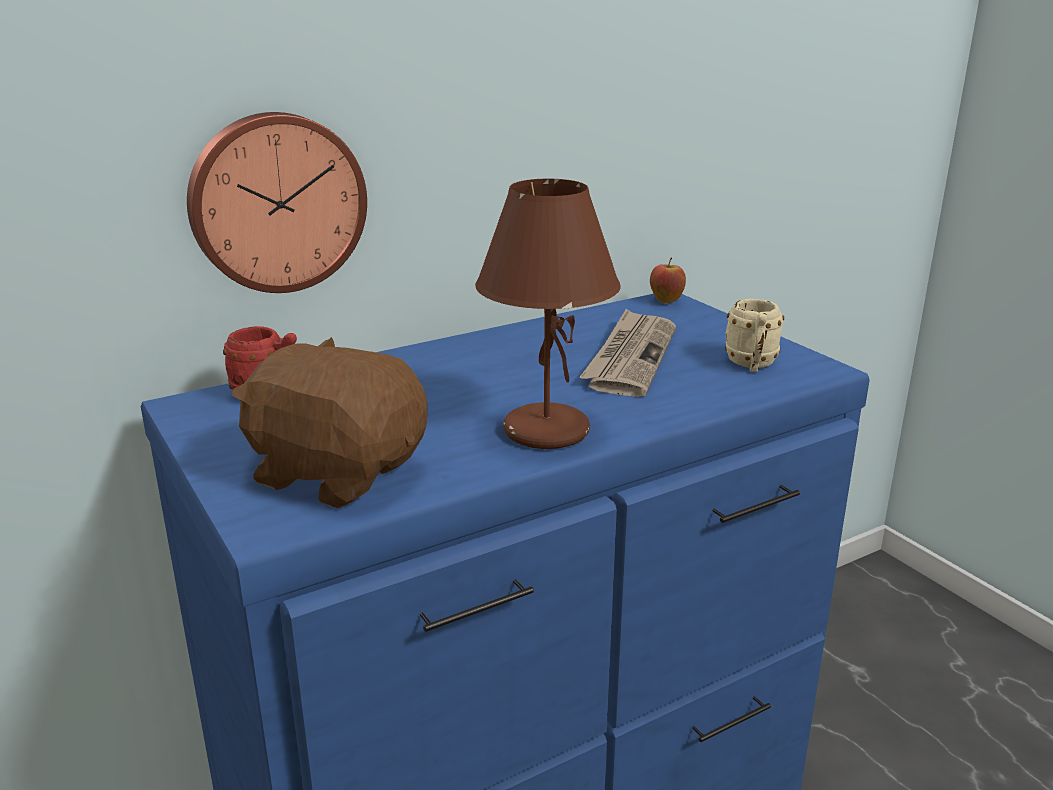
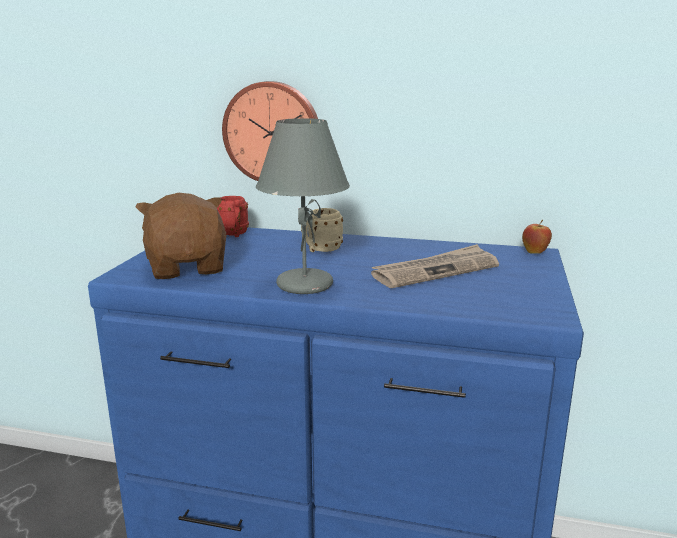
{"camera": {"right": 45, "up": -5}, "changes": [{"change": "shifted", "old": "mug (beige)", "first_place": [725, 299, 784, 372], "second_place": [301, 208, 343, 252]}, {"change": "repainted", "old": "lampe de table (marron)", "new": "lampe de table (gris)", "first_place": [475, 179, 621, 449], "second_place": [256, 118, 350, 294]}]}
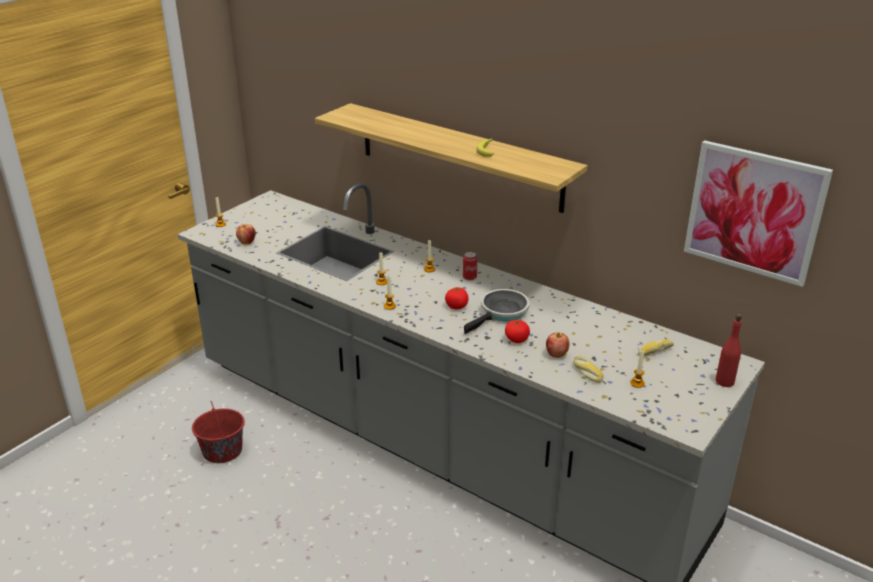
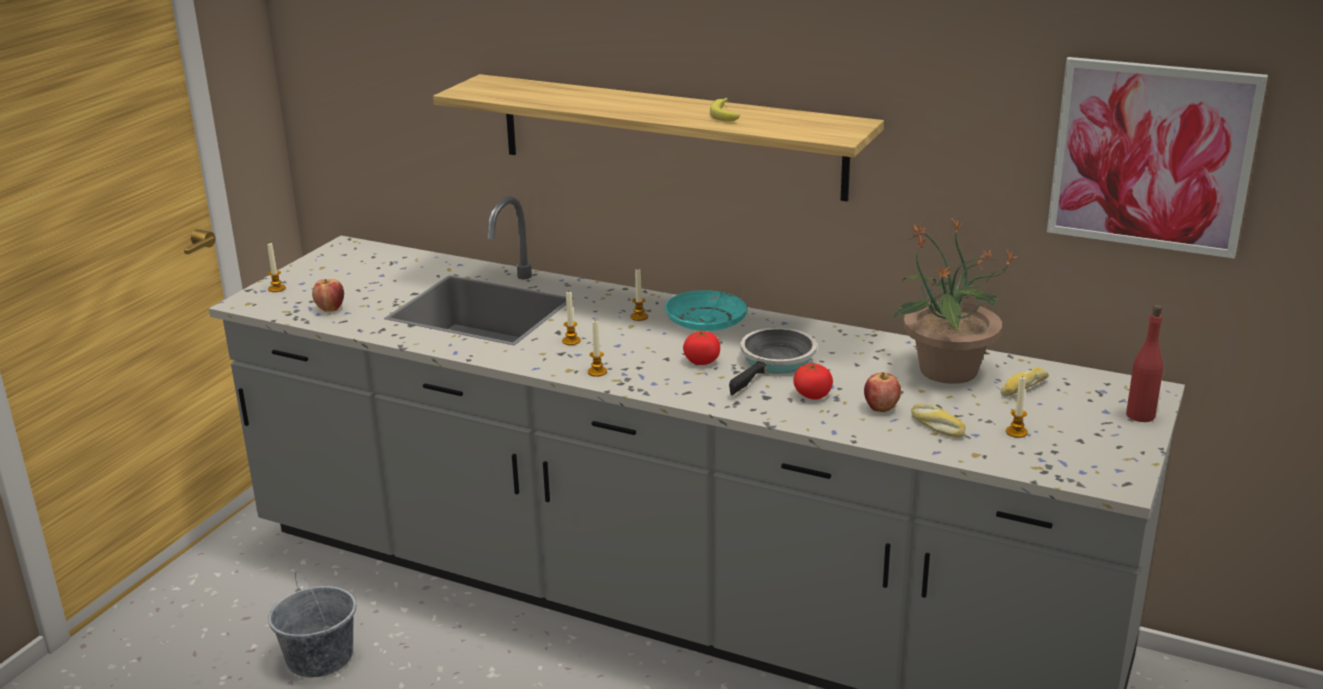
{"camera": {"right": -10, "up": -5}, "changes": [{"change": "new", "new": "plante en pot", "second_place": [892, 219, 1018, 384]}, {"change": "swapped", "old": "boîte métallique", "new": "assiette (turquoise)", "first_place": [463, 252, 477, 280], "second_place": [665, 290, 747, 331]}, {"change": "repainted", "old": "seau (rouge)", "new": "seau (gris)", "first_place": [192, 401, 245, 463], "second_place": [268, 571, 356, 677]}]}
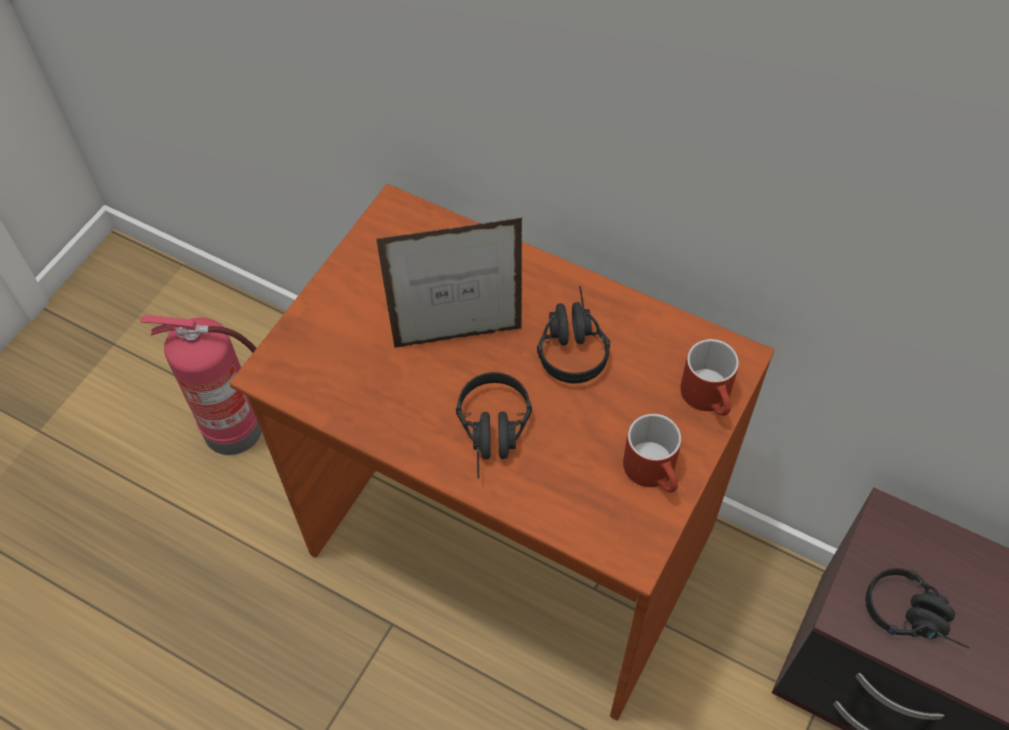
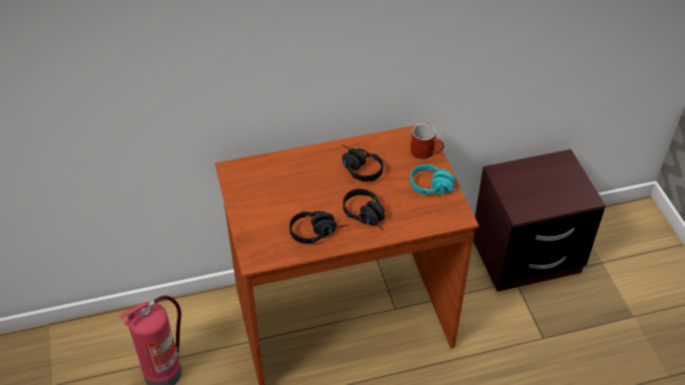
{"camera": {"right": -45, "up": -10}, "changes": [{"change": "gone", "old": "cadre photo", "first_place": [376, 217, 523, 348]}, {"change": "shifted", "old": "casque audio (noir)", "first_place": [865, 568, 969, 649], "second_place": [289, 211, 349, 244]}, {"change": "swapped", "old": "mug (rouge)", "new": "casque audio (turquoise)", "first_place": [623, 413, 682, 493], "second_place": [410, 165, 465, 195]}]}
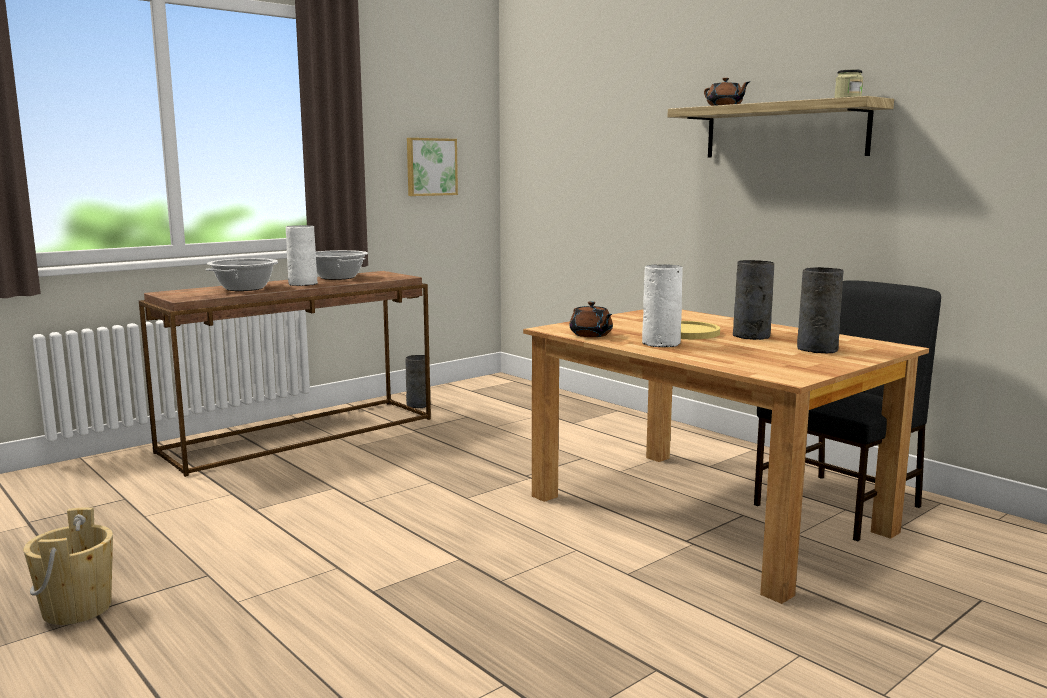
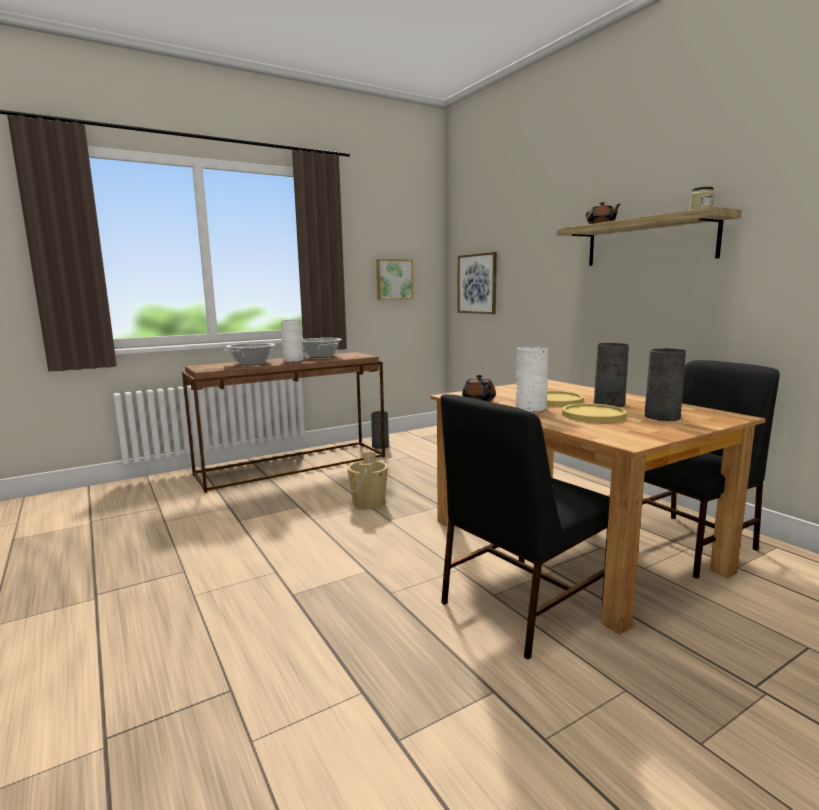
{"camera": {"right": 10, "up": 0}, "changes": [{"change": "new", "new": "chaise (noir)", "second_place": [441, 394, 610, 660]}, {"change": "new", "new": "tableau", "second_place": [457, 252, 497, 314]}, {"change": "new", "new": "assiette (jaune)", "second_place": [562, 403, 627, 423]}, {"change": "shifted", "old": "seau (beige)", "first_place": [23, 507, 113, 625], "second_place": [347, 451, 388, 509]}]}
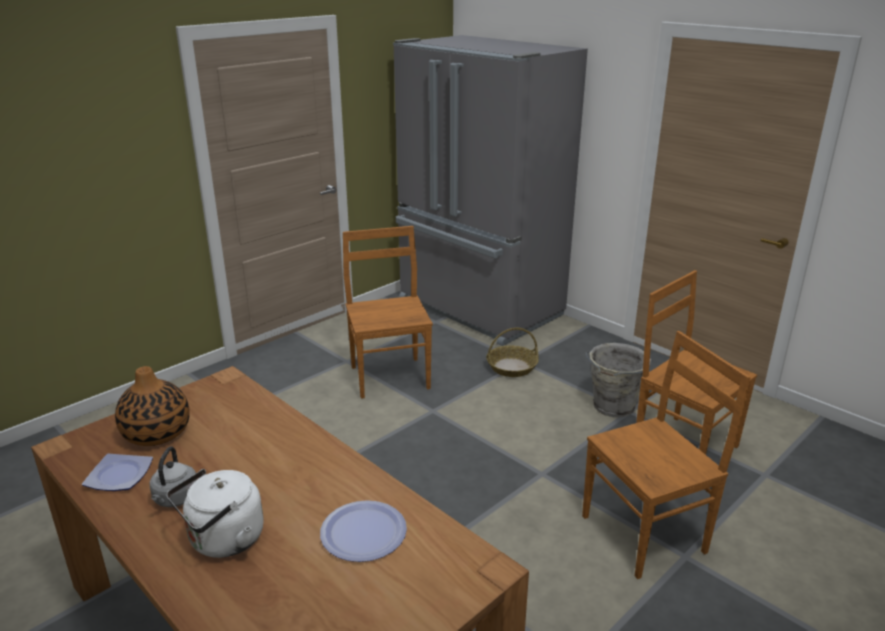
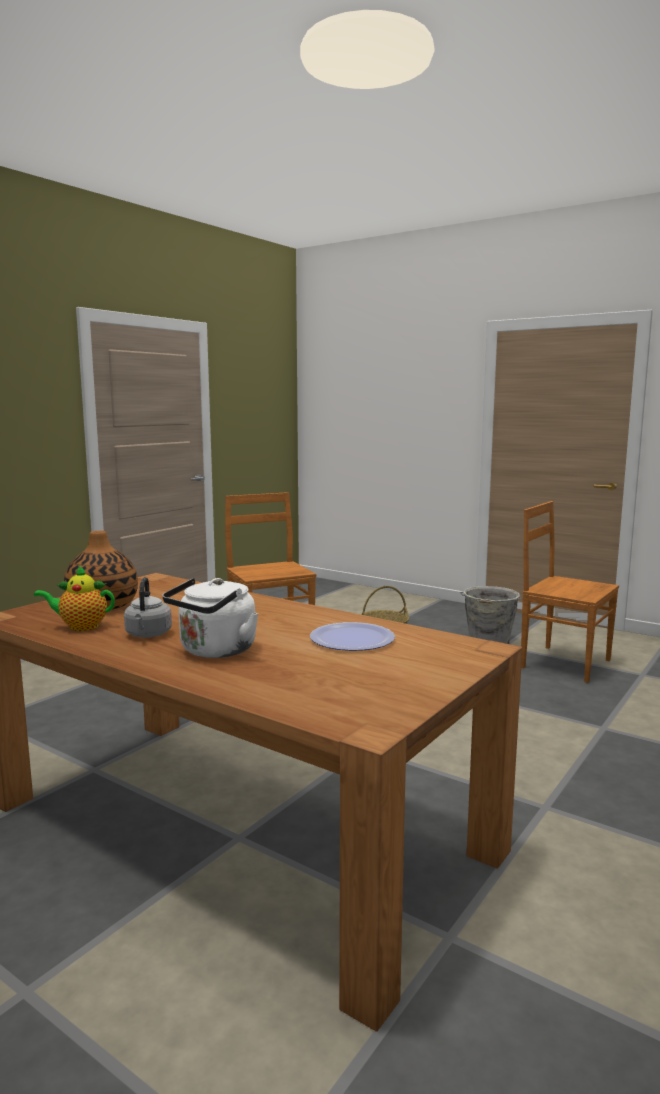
{"camera": {"right": -10, "up": -15}, "changes": [{"change": "gone", "old": "réfrigérateur (gris)", "first_place": [393, 35, 588, 346]}, {"change": "gone", "old": "chaise (marron)", "first_place": [582, 331, 751, 579]}, {"change": "swapped", "old": "assiette", "new": "théière", "first_place": [82, 453, 153, 491], "second_place": [34, 565, 115, 631]}]}
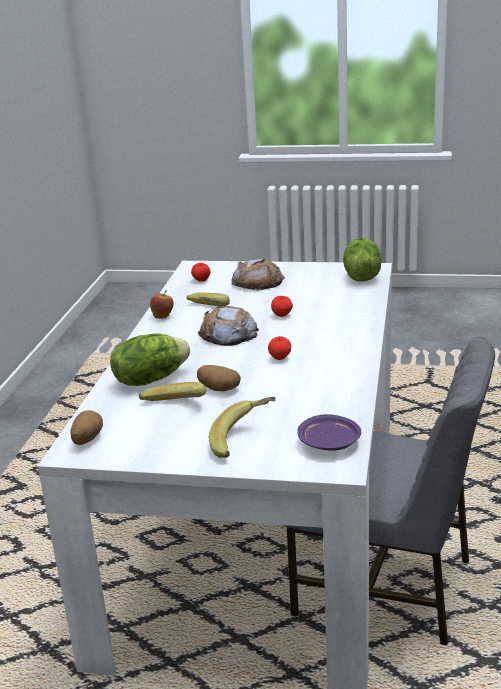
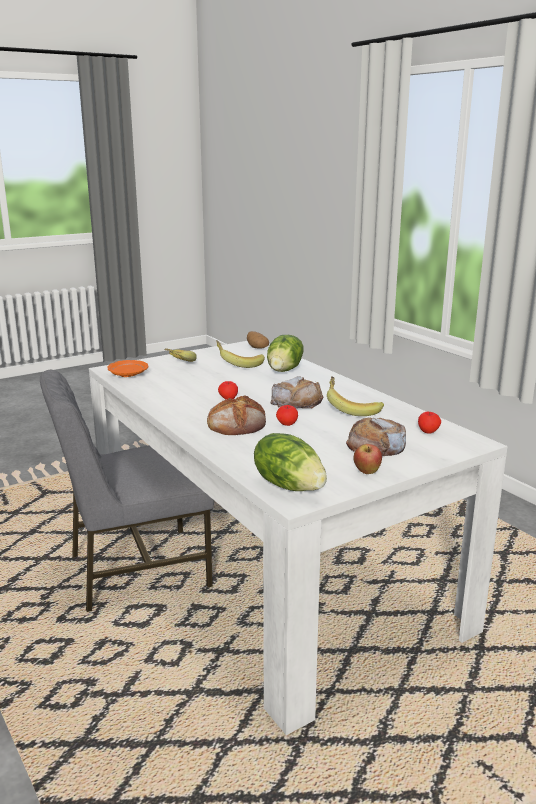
{"camera": {"right": 135, "up": -5}, "changes": [{"change": "gone", "old": "pomme de terre", "first_place": [197, 365, 241, 391]}, {"change": "new", "new": "pain", "second_place": [207, 396, 266, 435]}, {"change": "shifted", "old": "pomme", "first_place": [150, 290, 174, 319], "second_place": [354, 444, 382, 474]}, {"change": "repainted", "old": "assiette (violet)", "new": "assiette (orange)", "first_place": [297, 414, 361, 451], "second_place": [107, 360, 148, 377]}]}
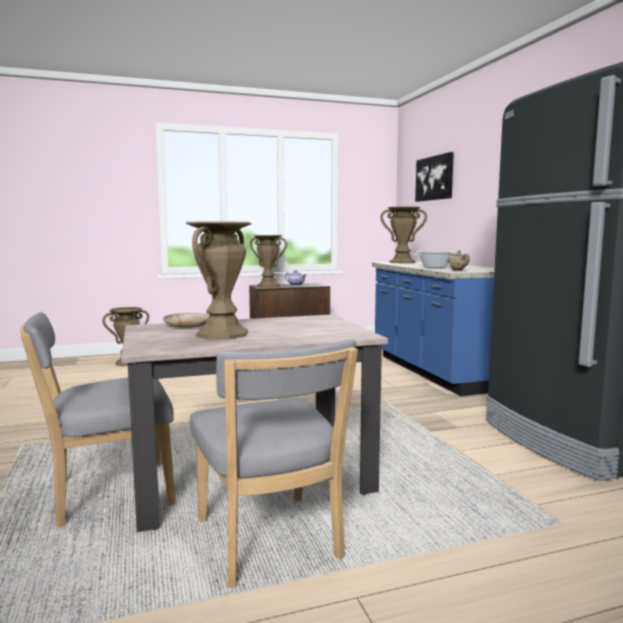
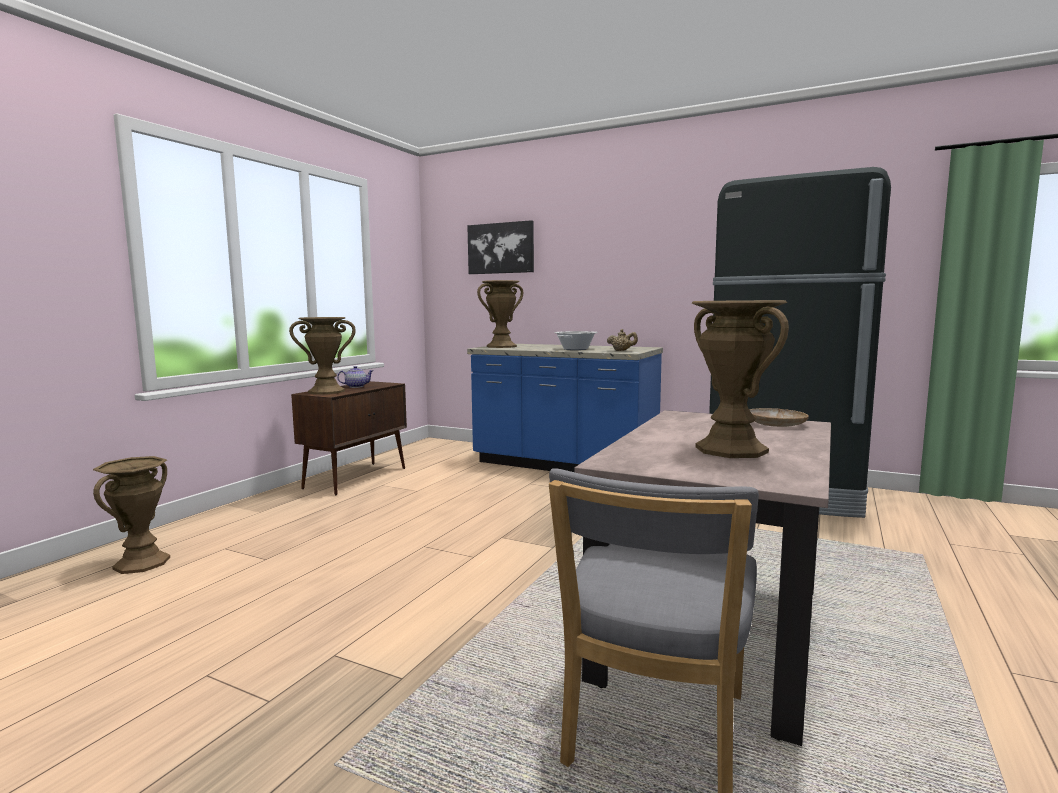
{"camera": {"right": -45, "up": 0}, "changes": [{"change": "gone", "old": "chaise (gris)", "first_place": [190, 339, 358, 588]}, {"change": "shifted", "old": "assiette (beige)", "first_place": [163, 313, 209, 328], "second_place": [749, 408, 809, 427]}]}
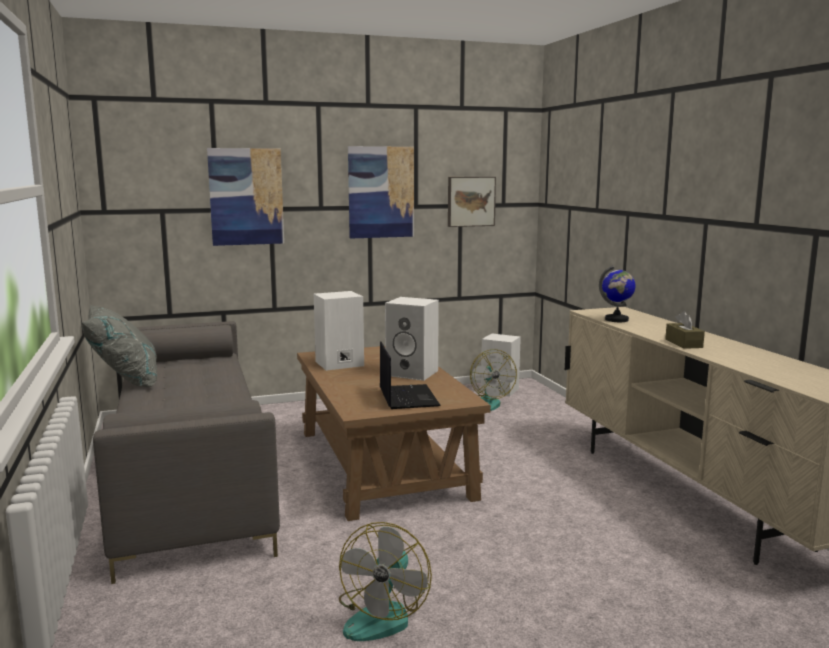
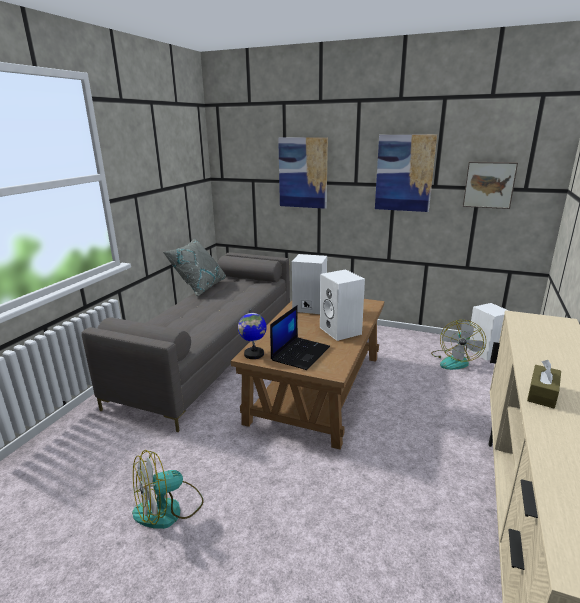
{"camera": {"right": 40, "up": 10}, "changes": [{"change": "shifted", "old": "globe", "first_place": [599, 265, 635, 322], "second_place": [238, 308, 267, 359]}]}
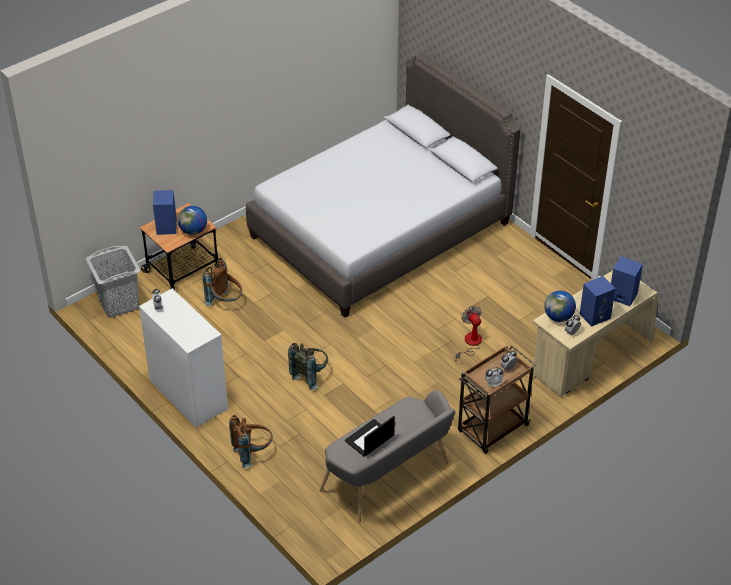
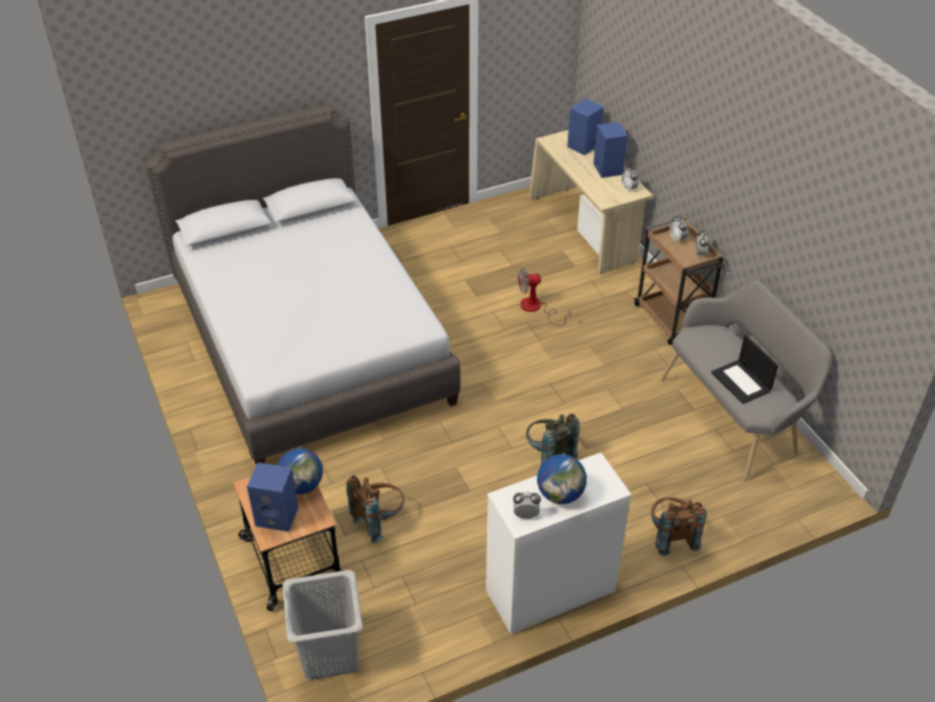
{"camera": {"right": -75, "up": 0}, "changes": [{"change": "shifted", "old": "globe", "first_place": [544, 291, 576, 322], "second_place": [537, 454, 587, 504]}]}
